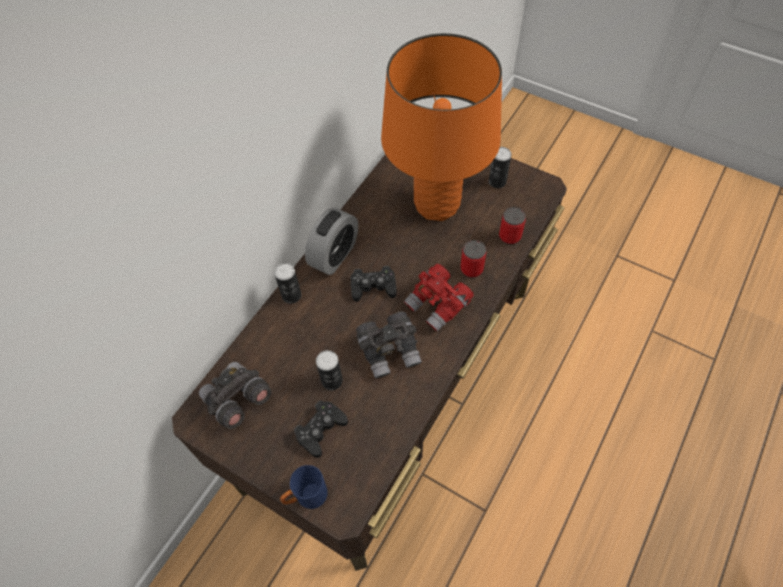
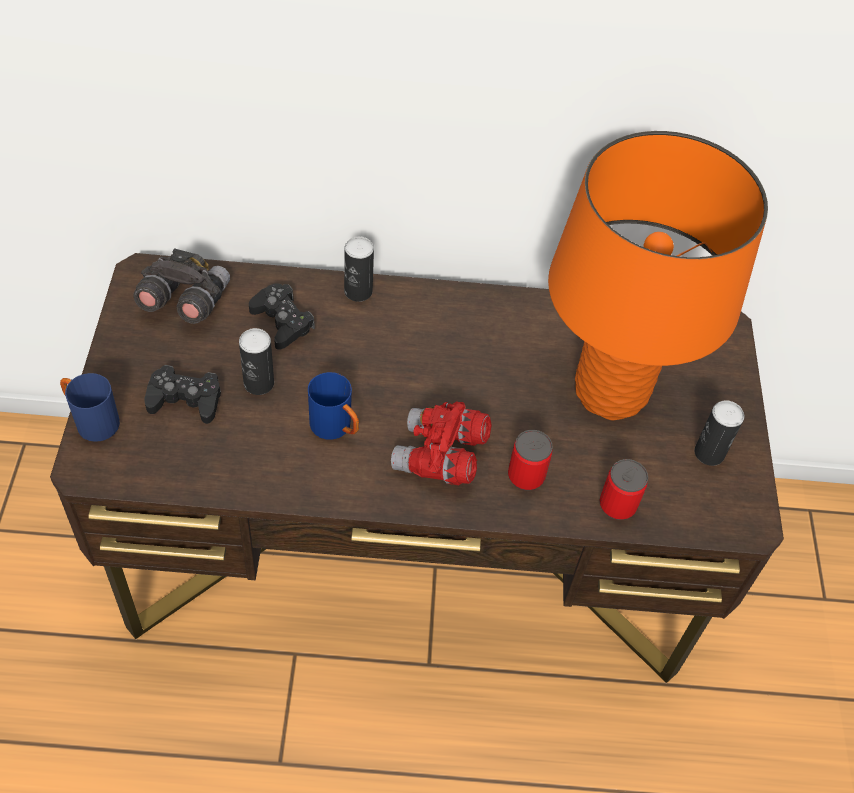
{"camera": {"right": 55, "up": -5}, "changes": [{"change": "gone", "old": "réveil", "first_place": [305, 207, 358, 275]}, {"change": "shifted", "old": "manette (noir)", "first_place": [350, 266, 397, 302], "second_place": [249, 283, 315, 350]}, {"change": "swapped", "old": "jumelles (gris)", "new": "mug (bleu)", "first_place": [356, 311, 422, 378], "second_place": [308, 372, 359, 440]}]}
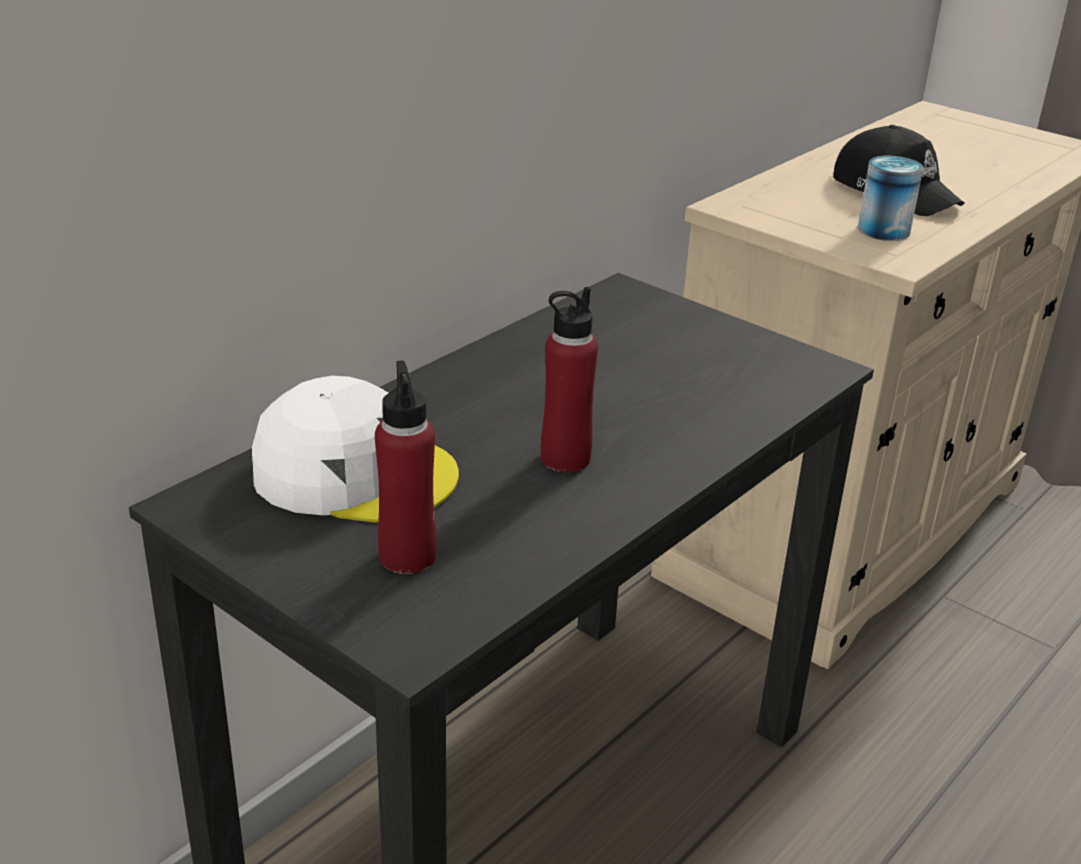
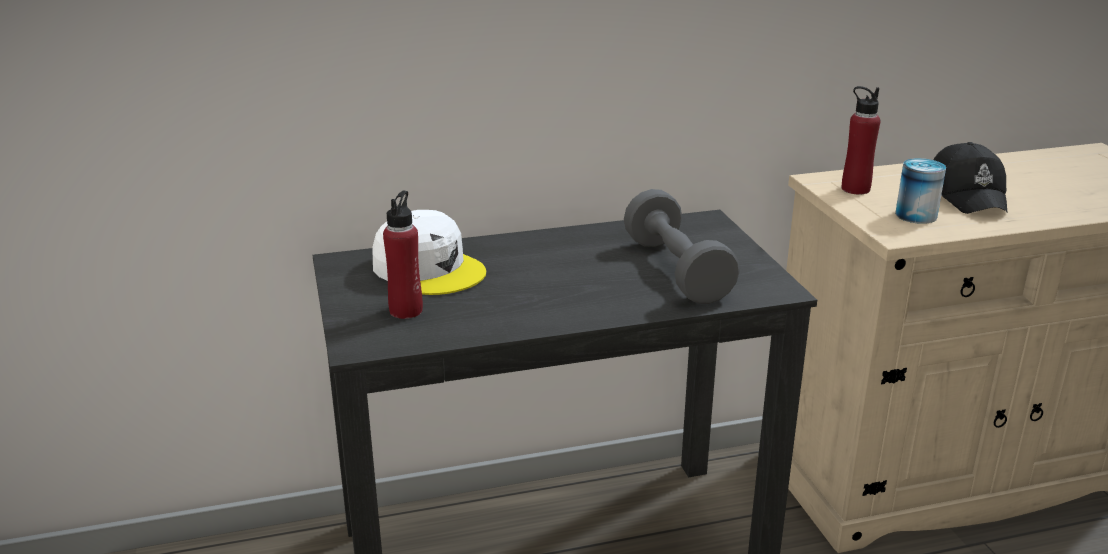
{"camera": {"right": 35, "up": -5}, "changes": [{"change": "new", "new": "haltère (gris)", "second_place": [624, 189, 740, 304]}, {"change": "shifted", "old": "bouteille (rouge)", "first_place": [541, 287, 598, 472], "second_place": [842, 86, 880, 194]}]}
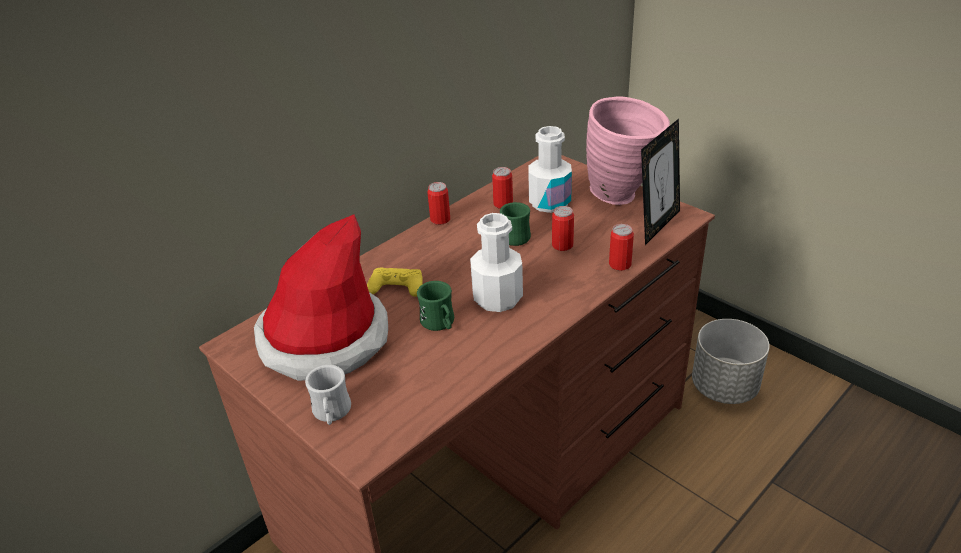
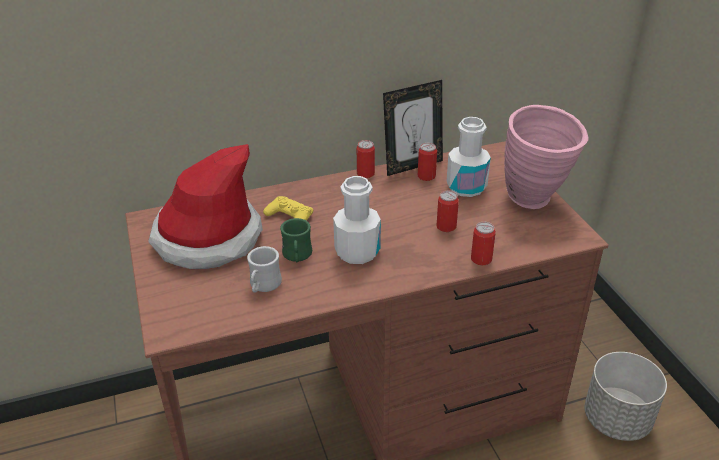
{"camera": {"right": 25, "up": 0}, "changes": [{"change": "gone", "old": "mug (vert)", "first_place": [500, 202, 531, 246]}, {"change": "shifted", "old": "mug (blanc)", "first_place": [305, 365, 351, 425], "second_place": [247, 246, 282, 292]}, {"change": "shifted", "old": "cadre photo", "first_place": [641, 119, 680, 245], "second_place": [383, 80, 443, 176]}]}
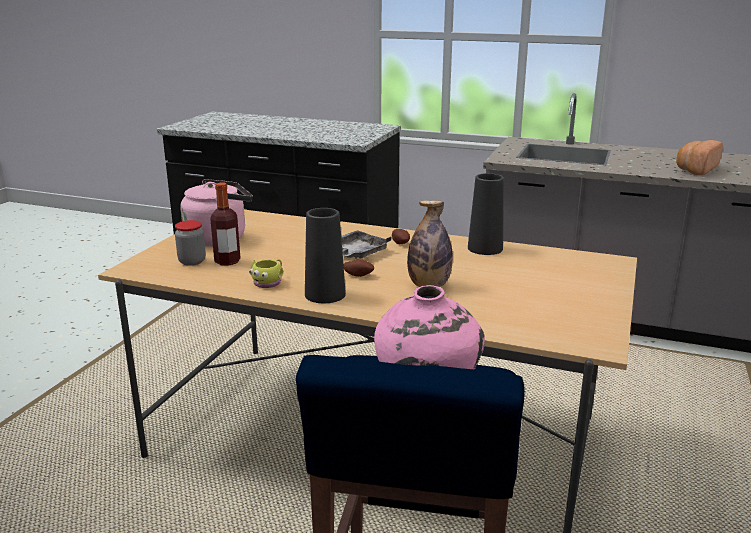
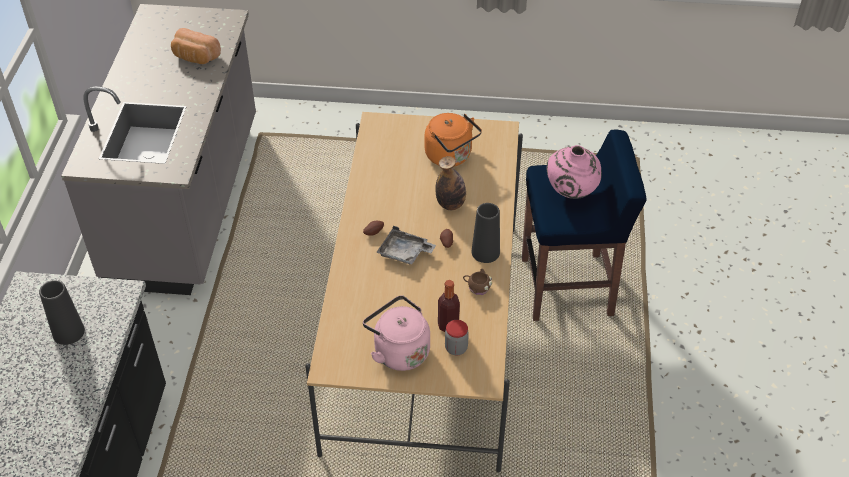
{"camera": {"right": -105, "up": 25}, "changes": [{"change": "new", "new": "bouilloire (orange)", "second_place": [425, 113, 482, 166]}, {"change": "shifted", "old": "vase (noir)", "first_place": [468, 173, 504, 255], "second_place": [39, 280, 85, 345]}, {"change": "repainted", "old": "mug (jaune)", "new": "mug (marron)", "first_place": [249, 259, 283, 288], "second_place": [463, 268, 492, 295]}]}
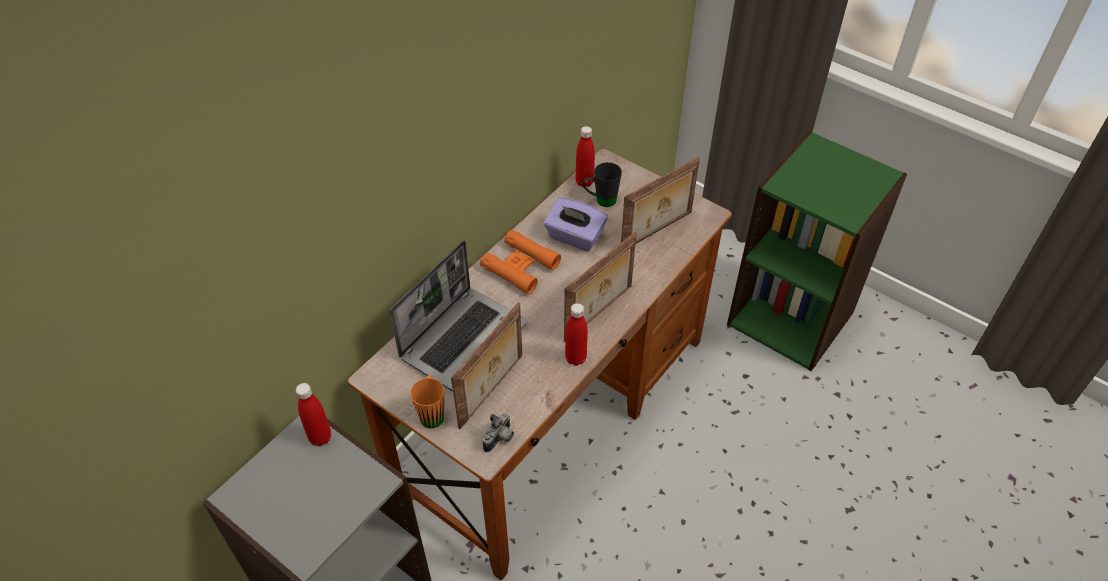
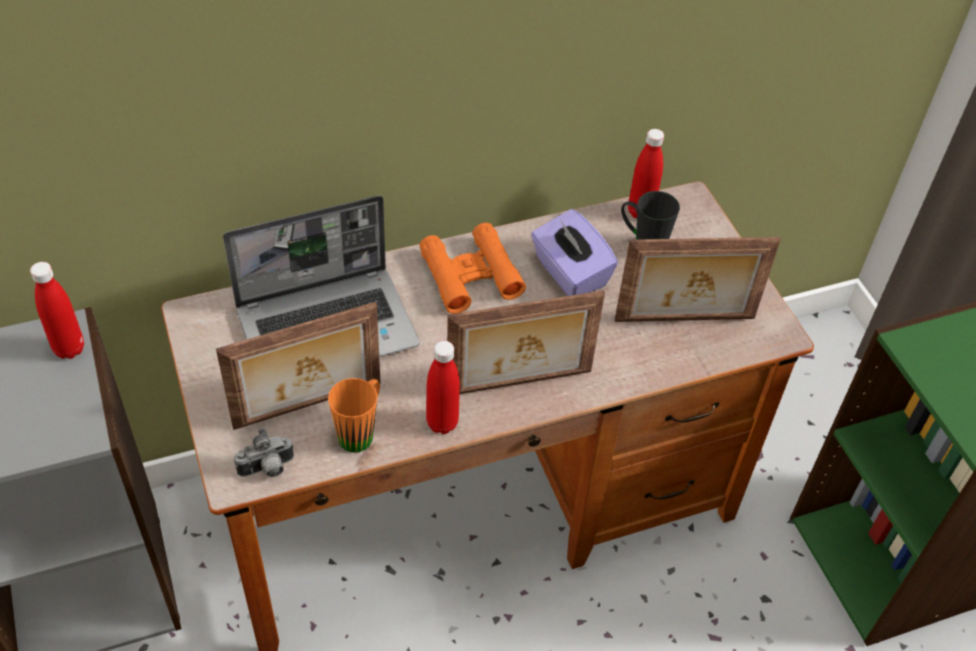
{"camera": {"right": 30, "up": 0}, "changes": [{"change": "shifted", "old": "mug (orange)", "first_place": [410, 375, 444, 429], "second_place": [328, 378, 380, 453]}]}
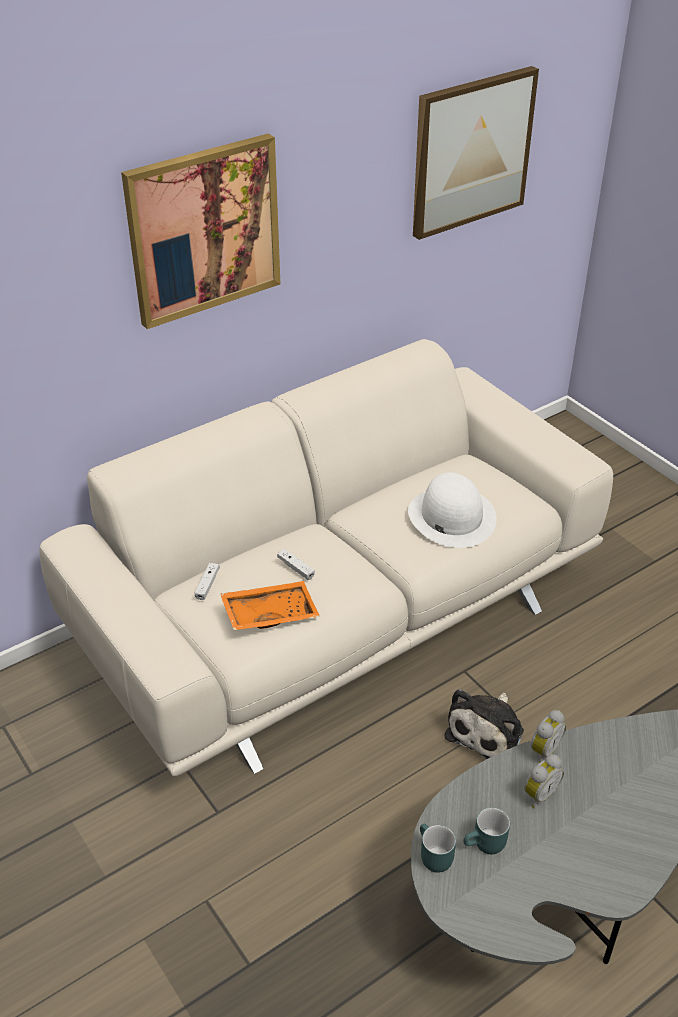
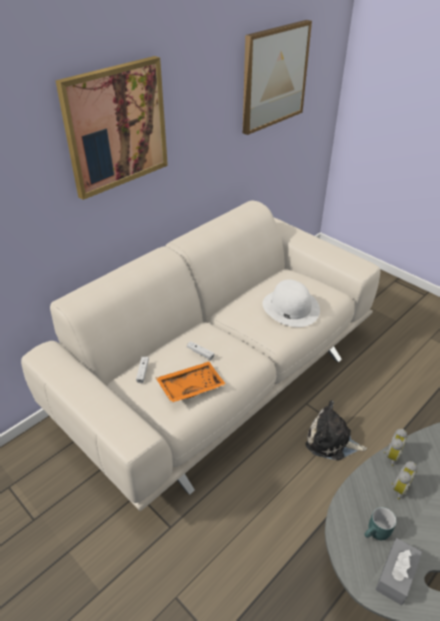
{"camera": {"right": -10, "up": 0}, "changes": [{"change": "gone", "old": "mug (turquoise)", "first_place": [420, 824, 456, 873]}, {"change": "new", "new": "boîte à mouchoirs (gris)", "second_place": [375, 538, 422, 605]}, {"change": "rotated", "old": "peluche", "first_place": [445, 689, 524, 759], "second_place": [306, 401, 367, 461], "degrees": 90}]}
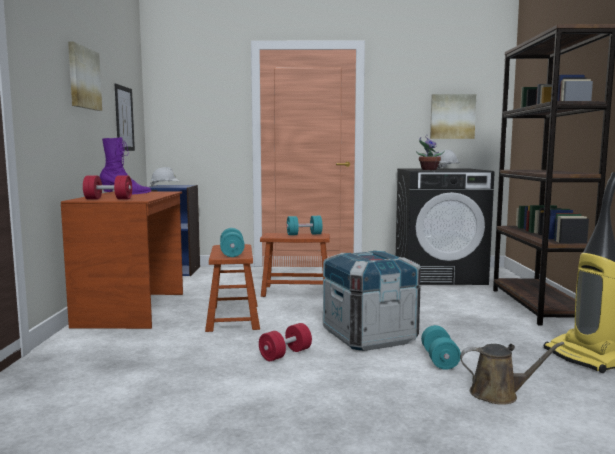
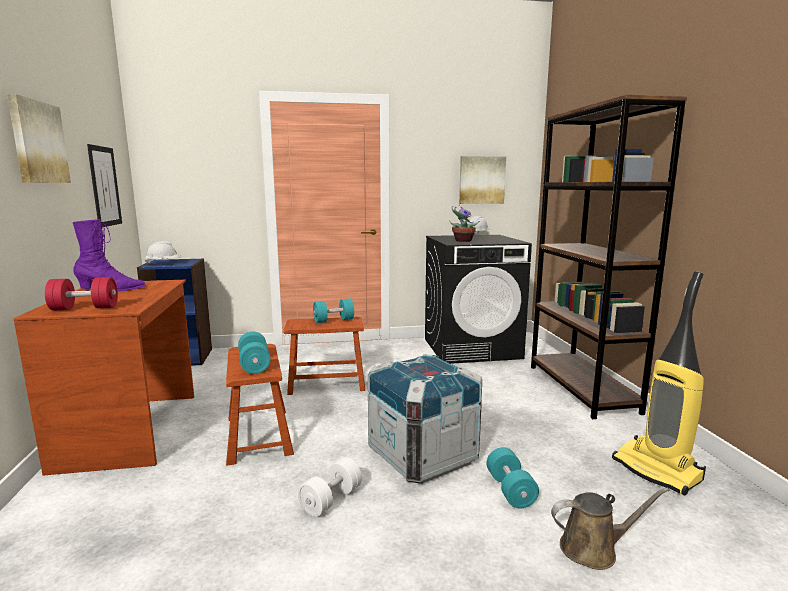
{"camera": {"right": -10, "up": 5}, "changes": [{"change": "repainted", "old": "haltère (rouge)", "new": "haltère (blanc)", "first_place": [259, 323, 312, 361], "second_place": [298, 457, 362, 517]}]}
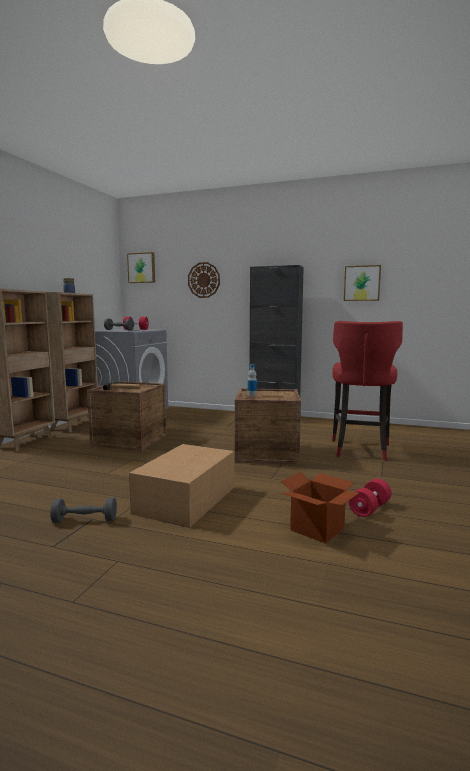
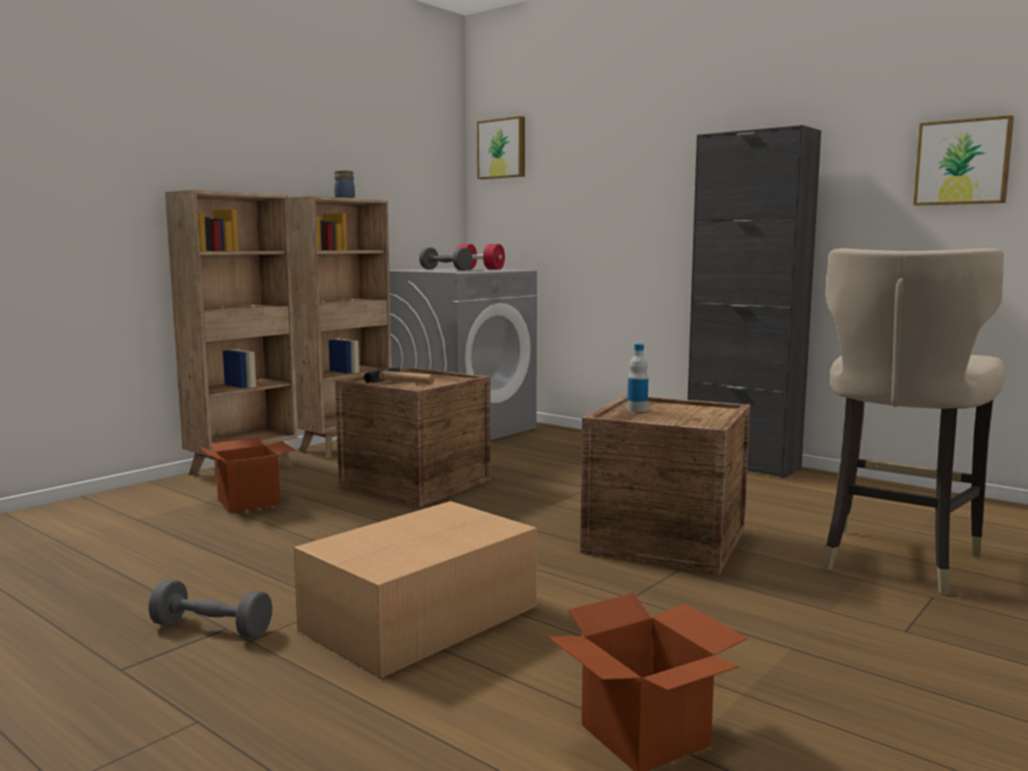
{"camera": {"right": 20, "up": 0}, "changes": [{"change": "gone", "old": "horloge murale", "first_place": [188, 262, 220, 298]}, {"change": "gone", "old": "haltère (rouge)", "first_place": [349, 479, 391, 517]}, {"change": "new", "new": "carton", "second_place": [198, 438, 295, 513]}, {"change": "repainted", "old": "tabouret (rouge)", "new": "tabouret (beige)", "first_place": [332, 321, 403, 461], "second_place": [822, 248, 1005, 594]}]}
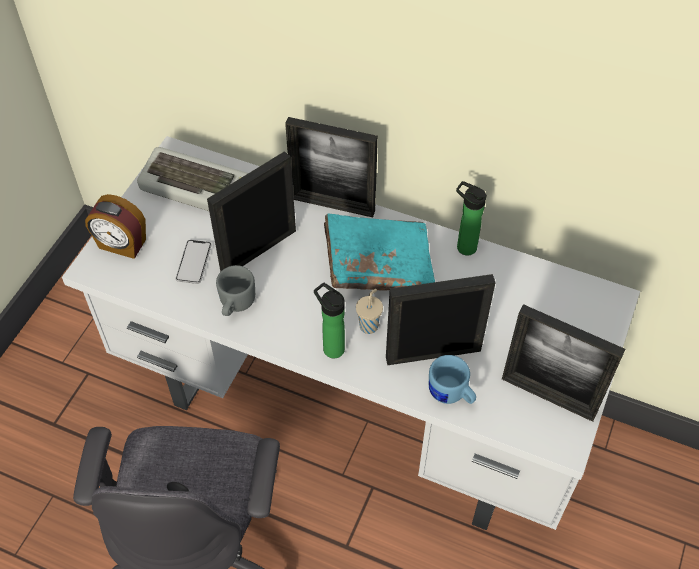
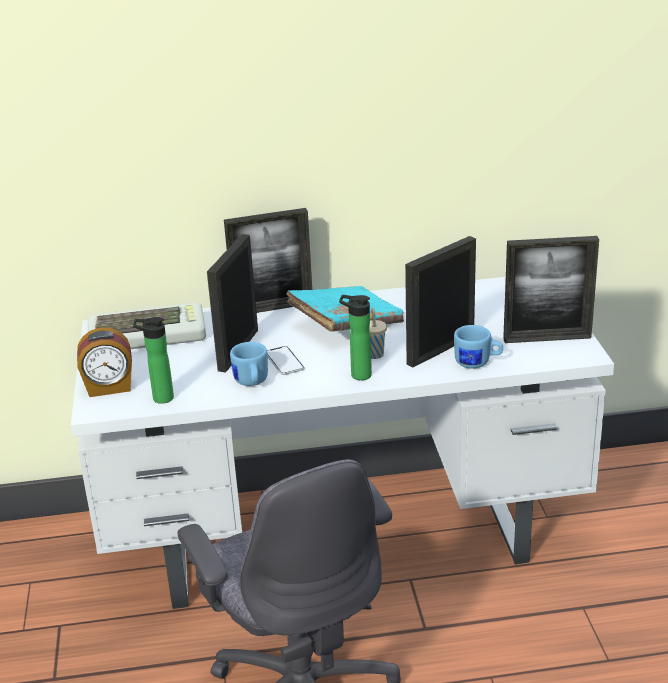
{"camera": {"right": -30, "up": -25}, "changes": [{"change": "shifted", "old": "téléphone", "first_place": [176, 240, 212, 284], "second_place": [267, 346, 305, 375]}, {"change": "shifted", "old": "bouteille", "first_place": [456, 181, 487, 256], "second_place": [133, 317, 174, 404]}, {"change": "repainted", "old": "mug (gris)", "new": "mug (bleu)", "first_place": [216, 265, 255, 316], "second_place": [230, 342, 268, 386]}]}
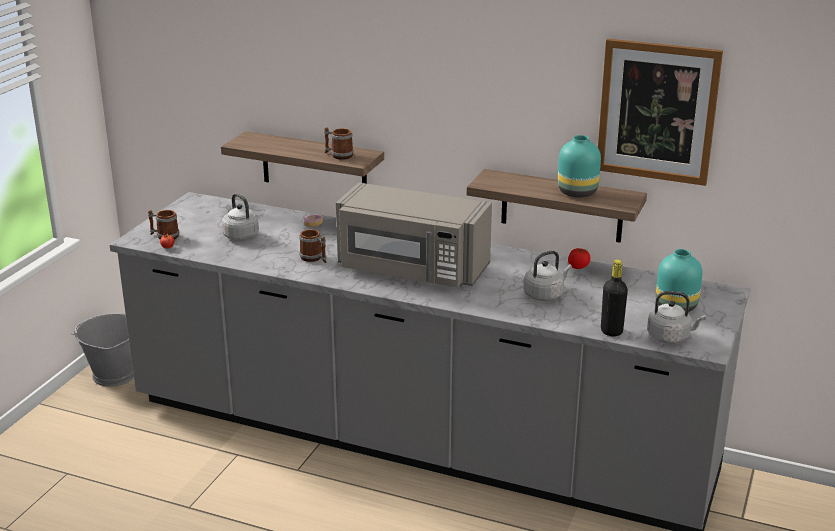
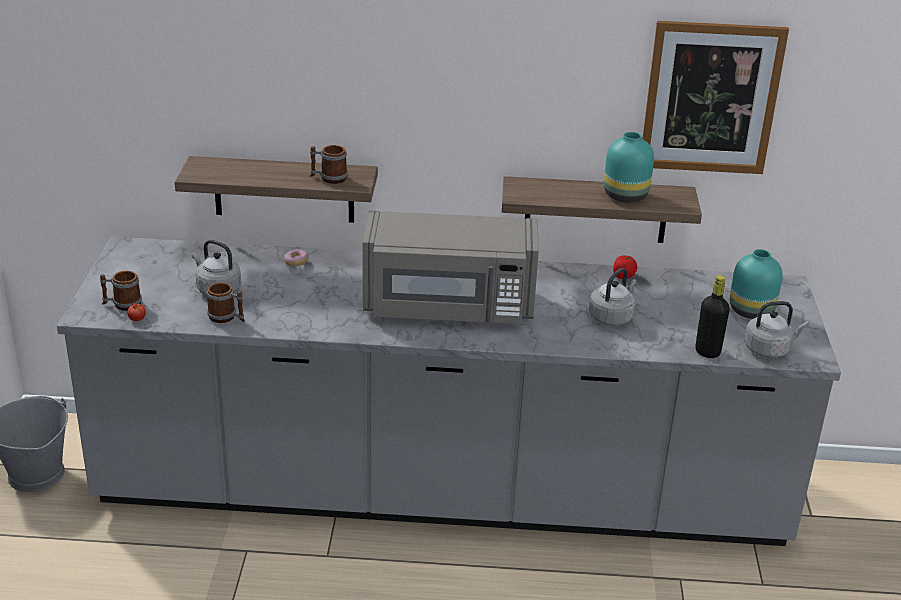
{"camera": {"right": -20, "up": 5}, "changes": [{"change": "shifted", "old": "mug", "first_place": [299, 229, 327, 263], "second_place": [207, 282, 245, 323]}]}
